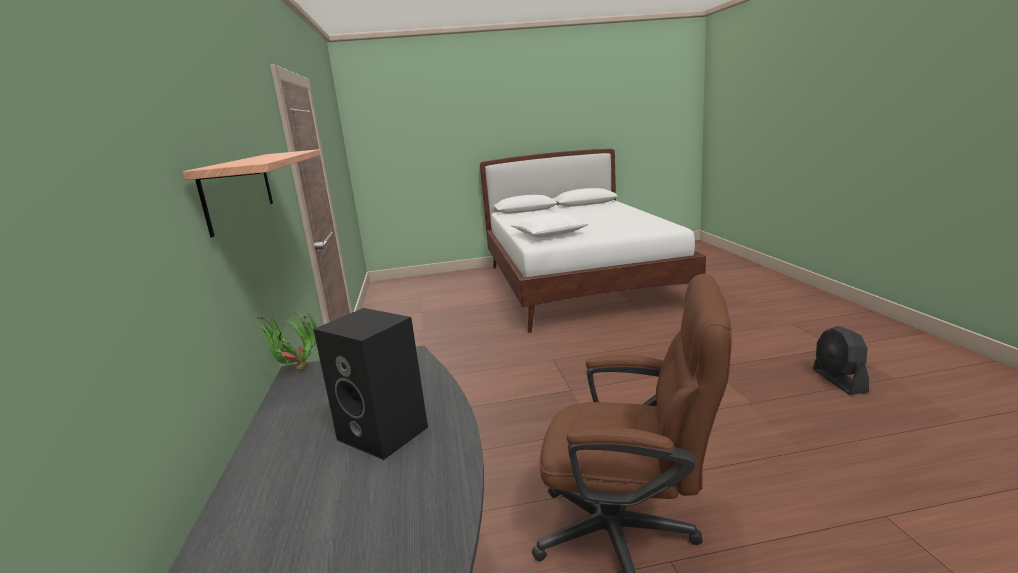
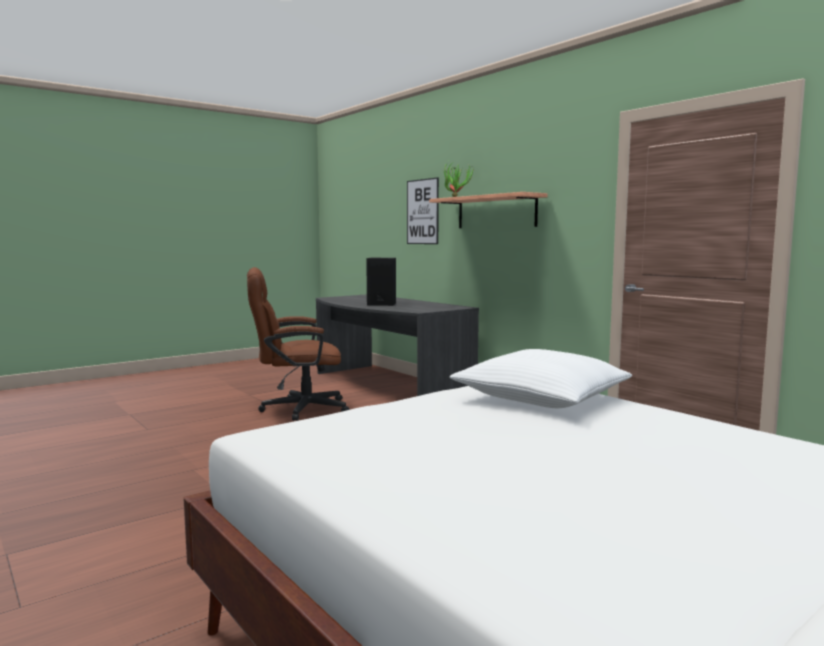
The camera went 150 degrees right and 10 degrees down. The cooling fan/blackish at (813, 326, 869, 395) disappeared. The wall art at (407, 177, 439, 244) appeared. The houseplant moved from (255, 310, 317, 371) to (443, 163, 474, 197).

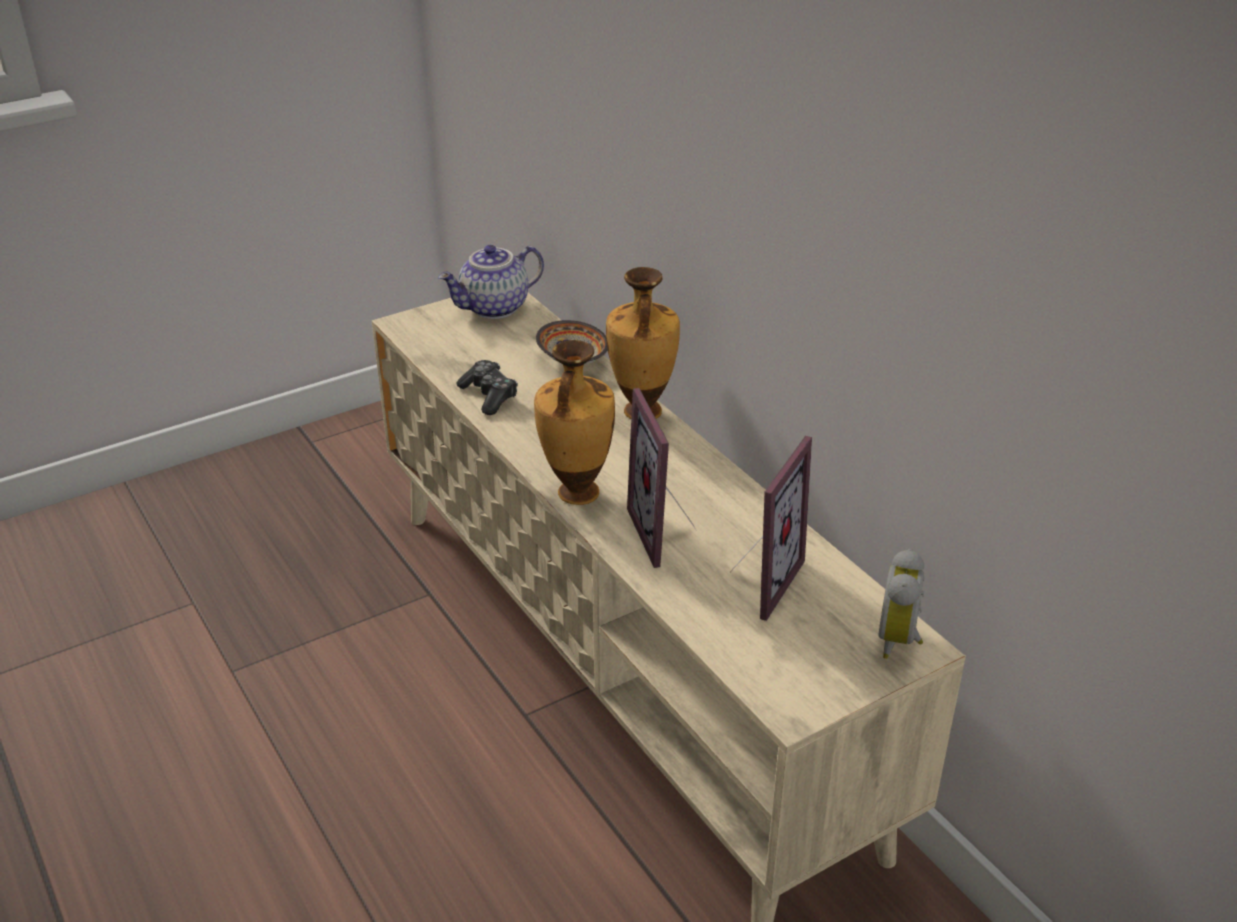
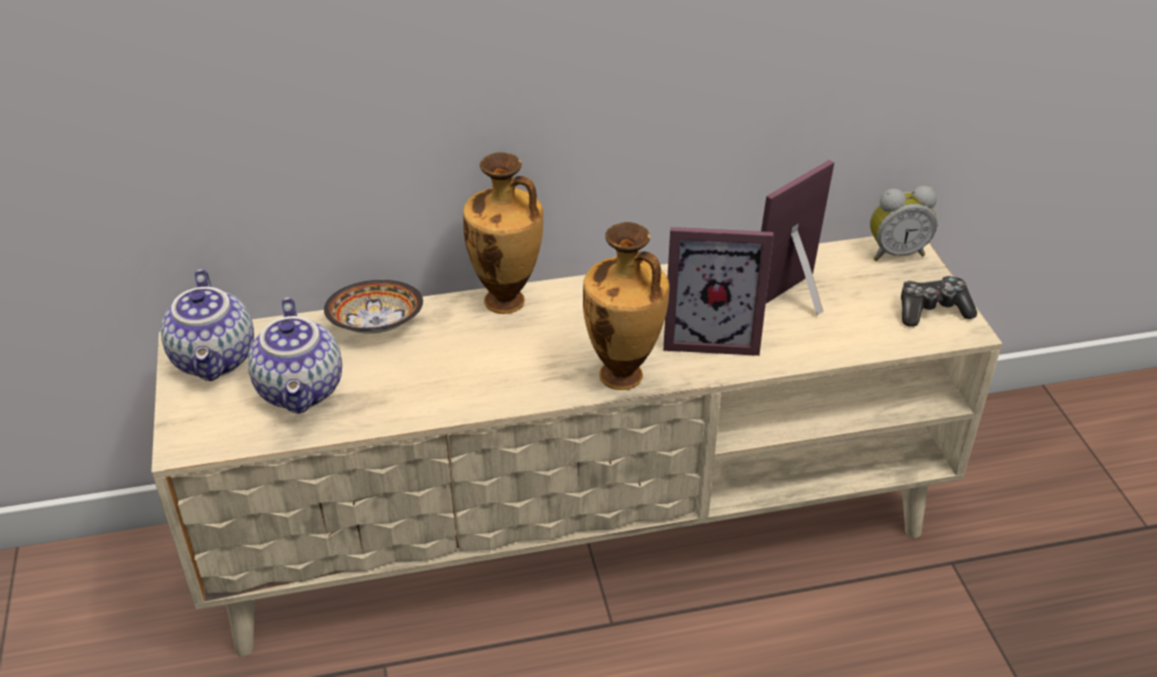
The camera went 70 degrees left and 5 degrees up. The pot for tea at (248, 297, 342, 414) appeared. The joypad moved from (456, 360, 518, 415) to (901, 276, 977, 327). The photo frame at (731, 436, 812, 621) turned 90 degrees counterclockwise. The alarm clock at (878, 549, 925, 659) turned 45 degrees counterclockwise.

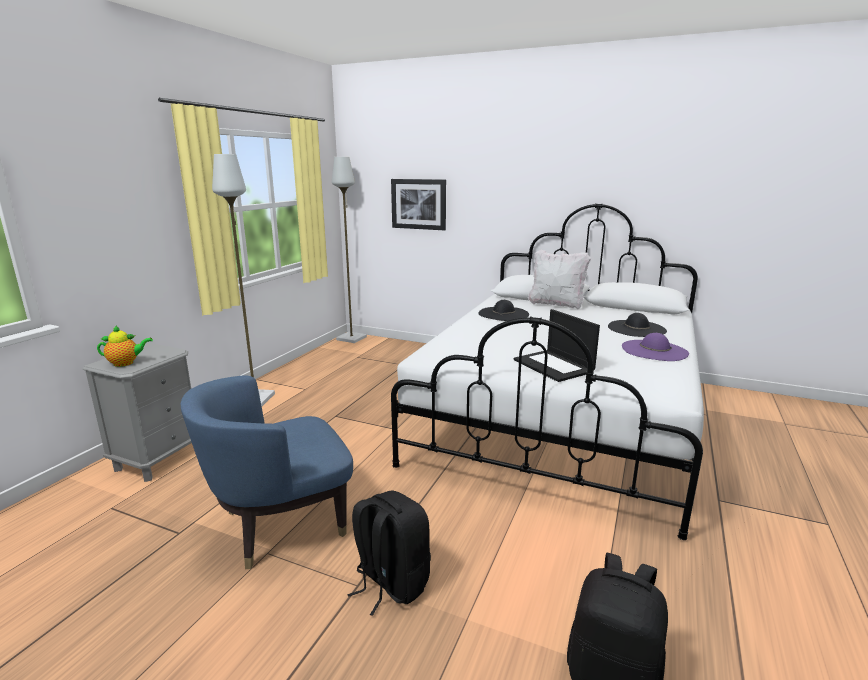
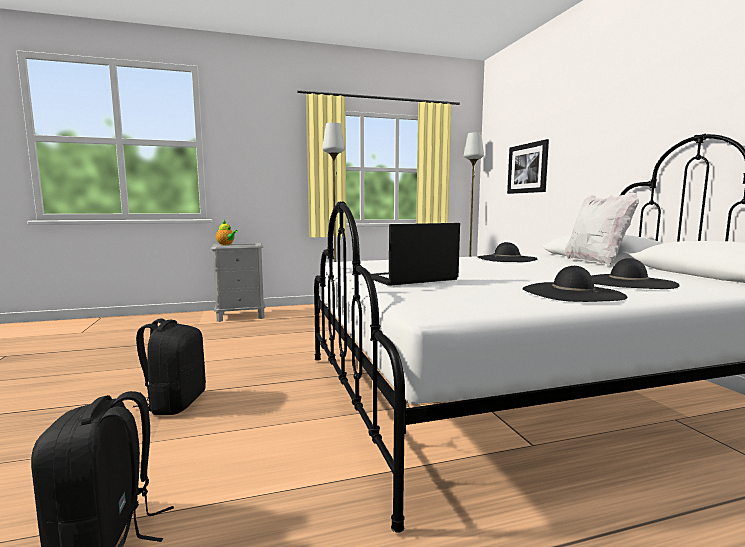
The camera went 50 degrees right and 10 degrees down. The armchair/blue at (180, 375, 353, 569) disappeared. The hat/purplish at (622, 333, 689, 361) became the hat/blackish at (522, 266, 627, 302). The notebook computer at (514, 309, 600, 382) turned 45 degrees clockwise.

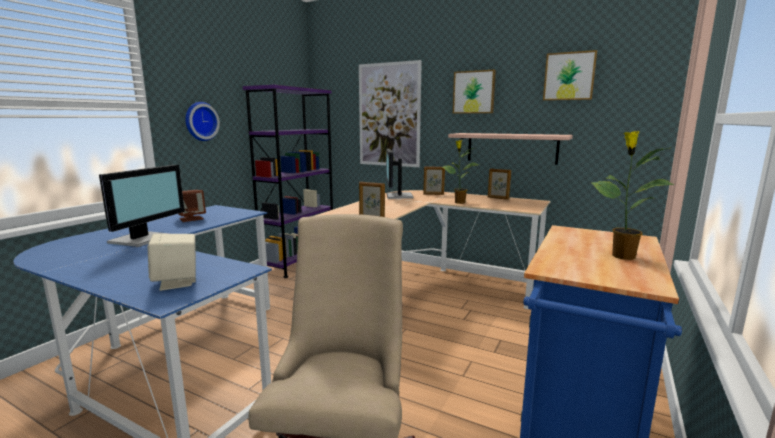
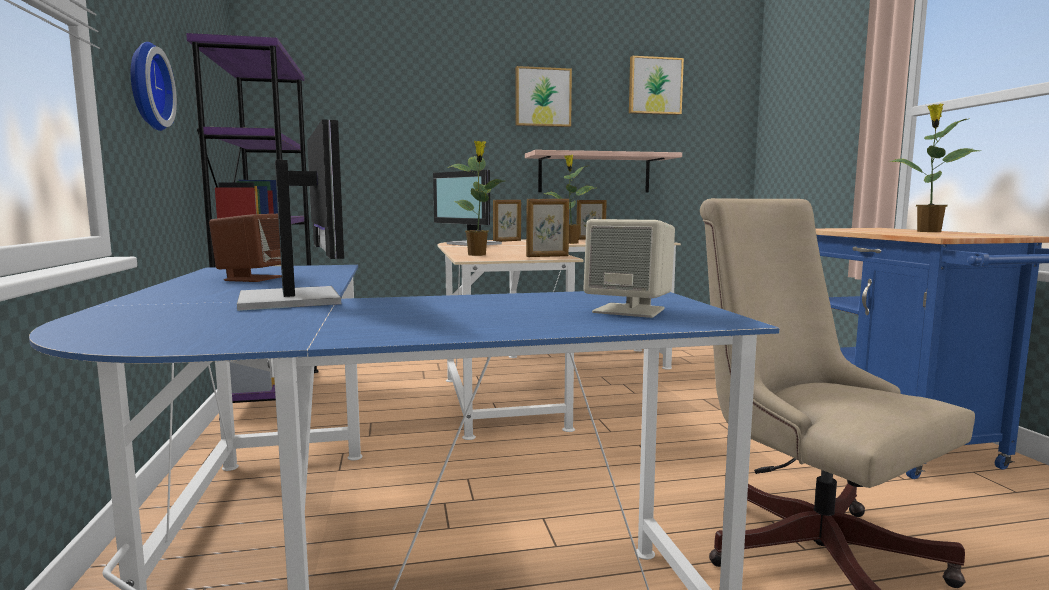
The camera went 40 degrees left and 5 degrees down. The wall art at (359, 60, 422, 167) disappeared. The houseplant at (447, 141, 505, 256) appeared.

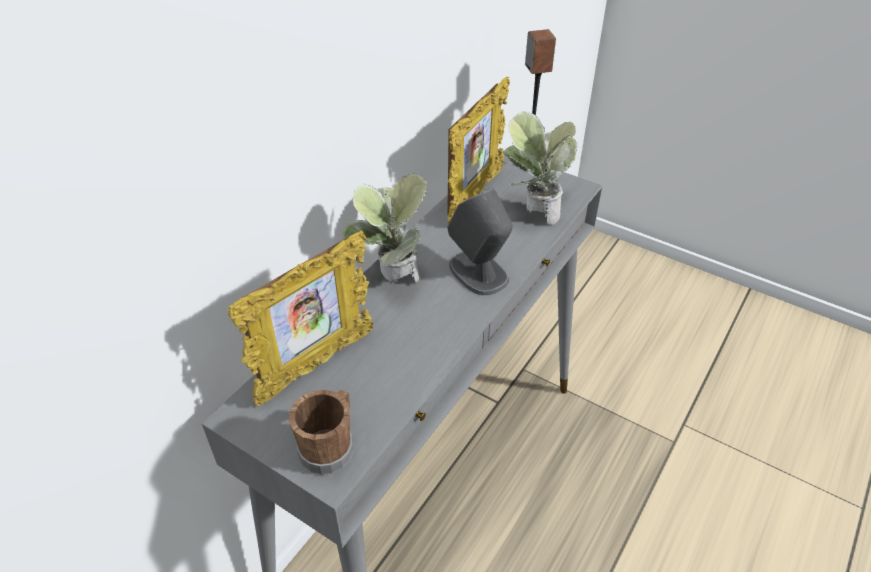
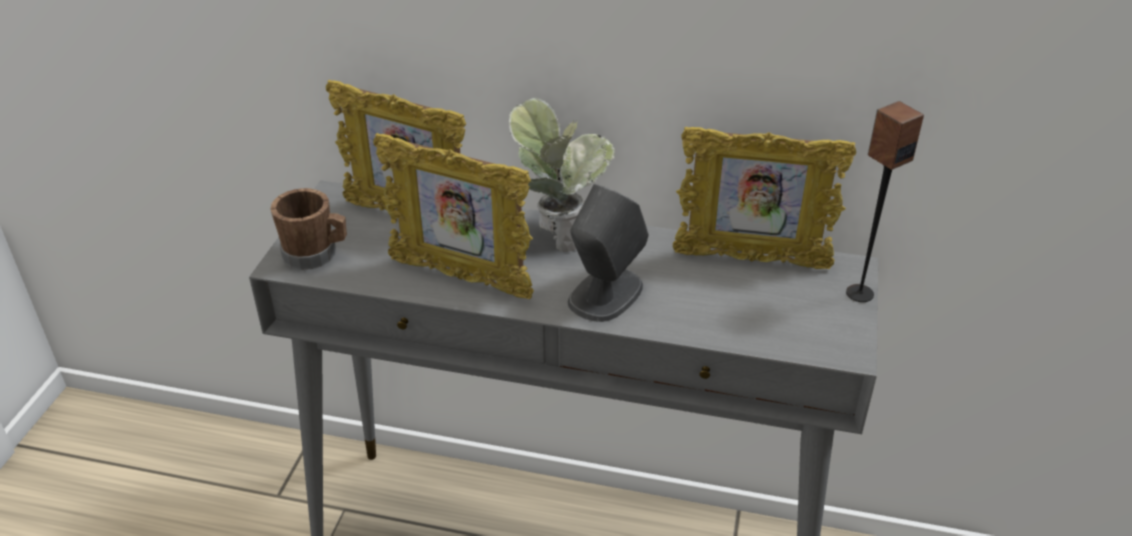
The camera went 70 degrees right and 5 degrees down. The houseplant at (503, 111, 578, 225) disappeared. The photo frame at (373, 133, 534, 299) appeared.

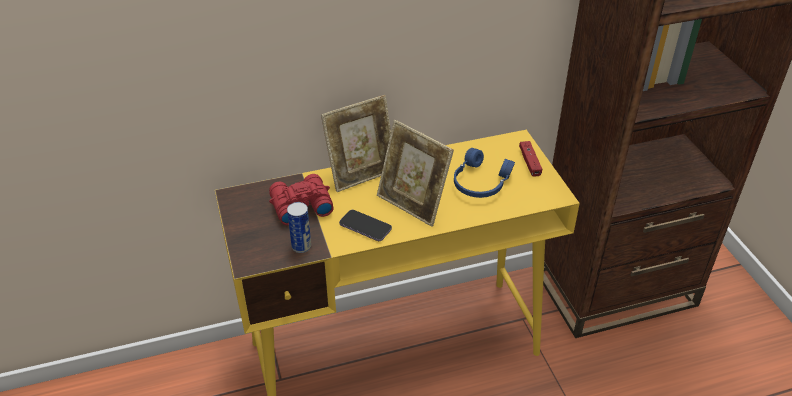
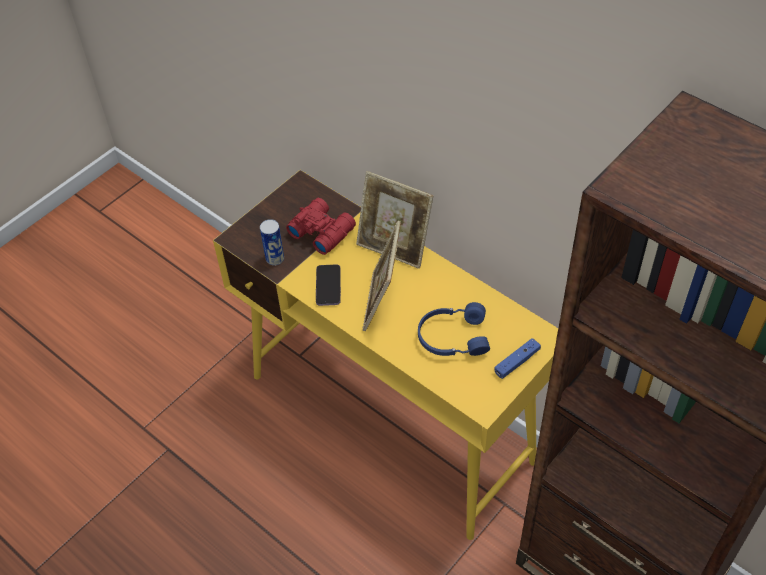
The camera went 60 degrees right and 10 degrees up. The joypad/red at (519, 141, 542, 177) became the joypad/blue at (494, 338, 541, 379).

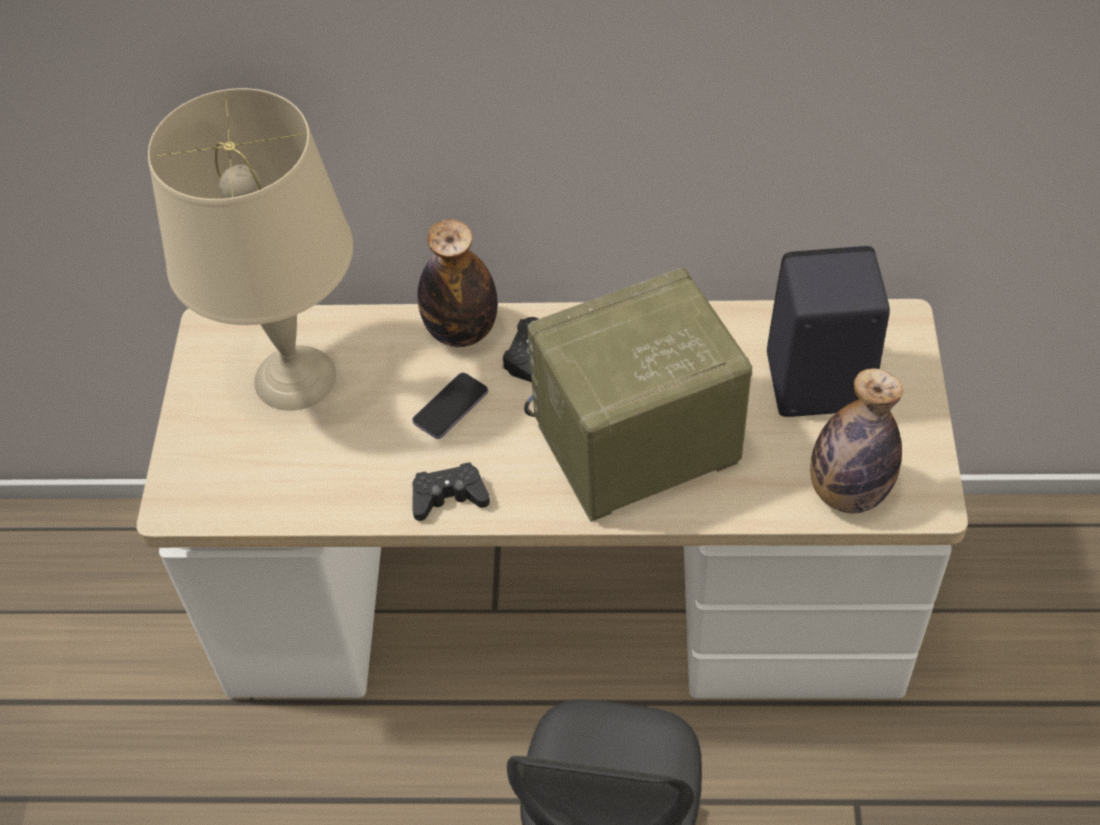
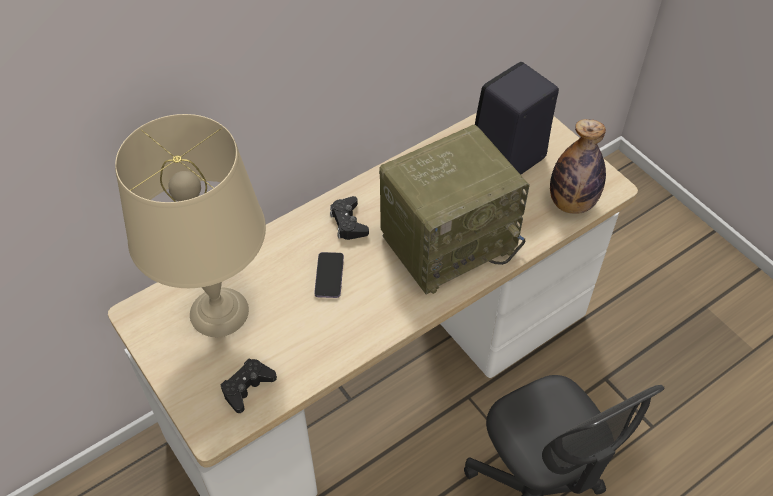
The camera went 40 degrees left and 0 degrees up. The drink bottle at (417, 219, 498, 347) disappeared. The joypad/blackish moved from (412, 462, 490, 521) to (221, 359, 277, 413). The radio set at (524, 268, 752, 522) turned 150 degrees counterclockwise.

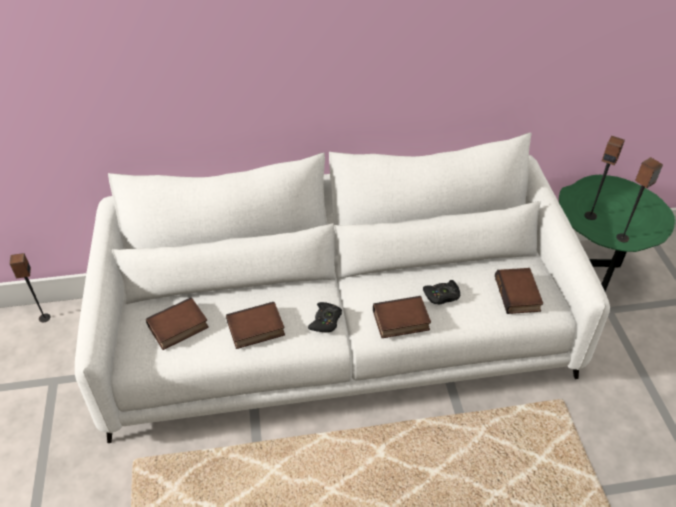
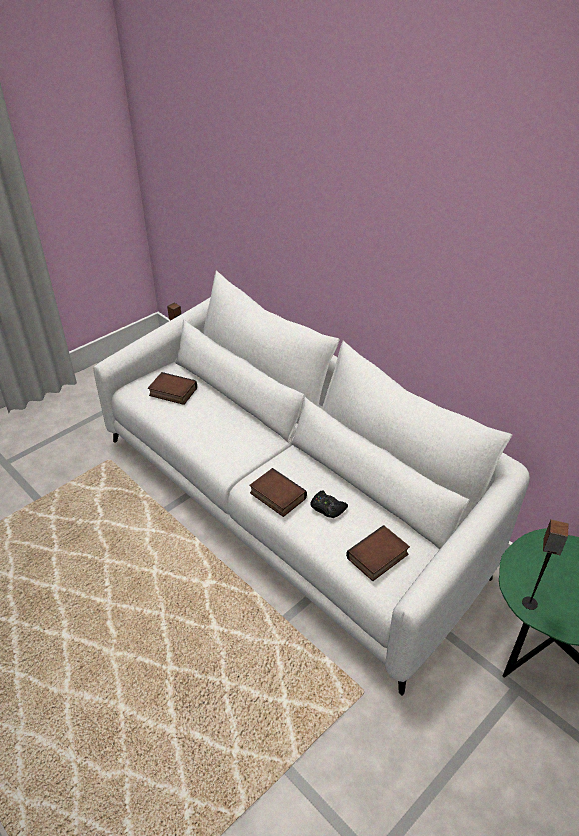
The camera went 55 degrees right and 5 degrees down. The book at (226, 302, 285, 349) disappeared. The joypad/blackish at (308, 302, 342, 332) disappeared. The loudspeaker at (585, 136, 625, 220) disappeared.

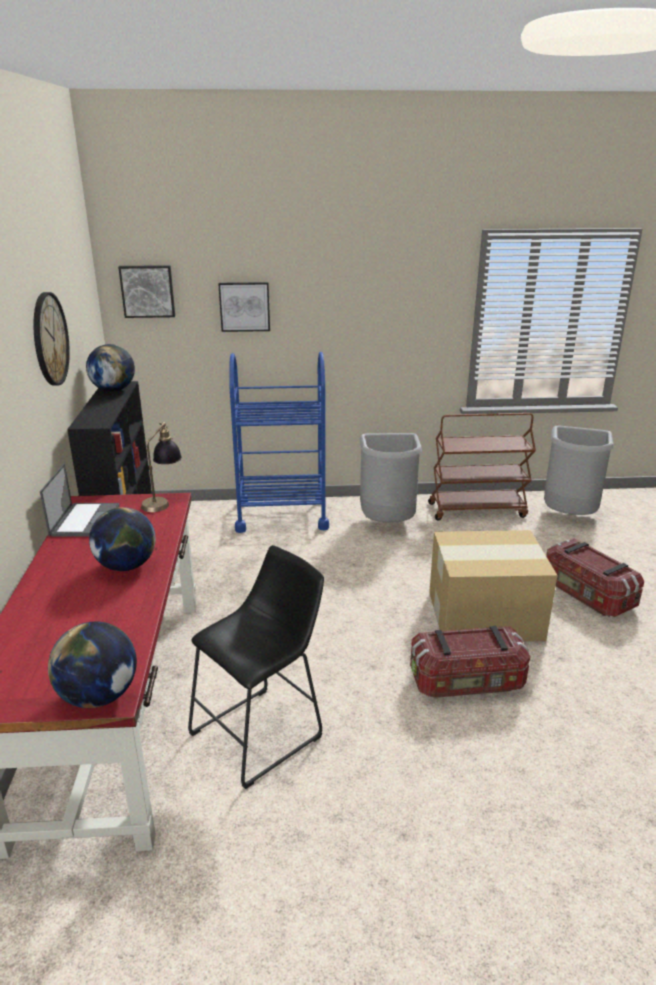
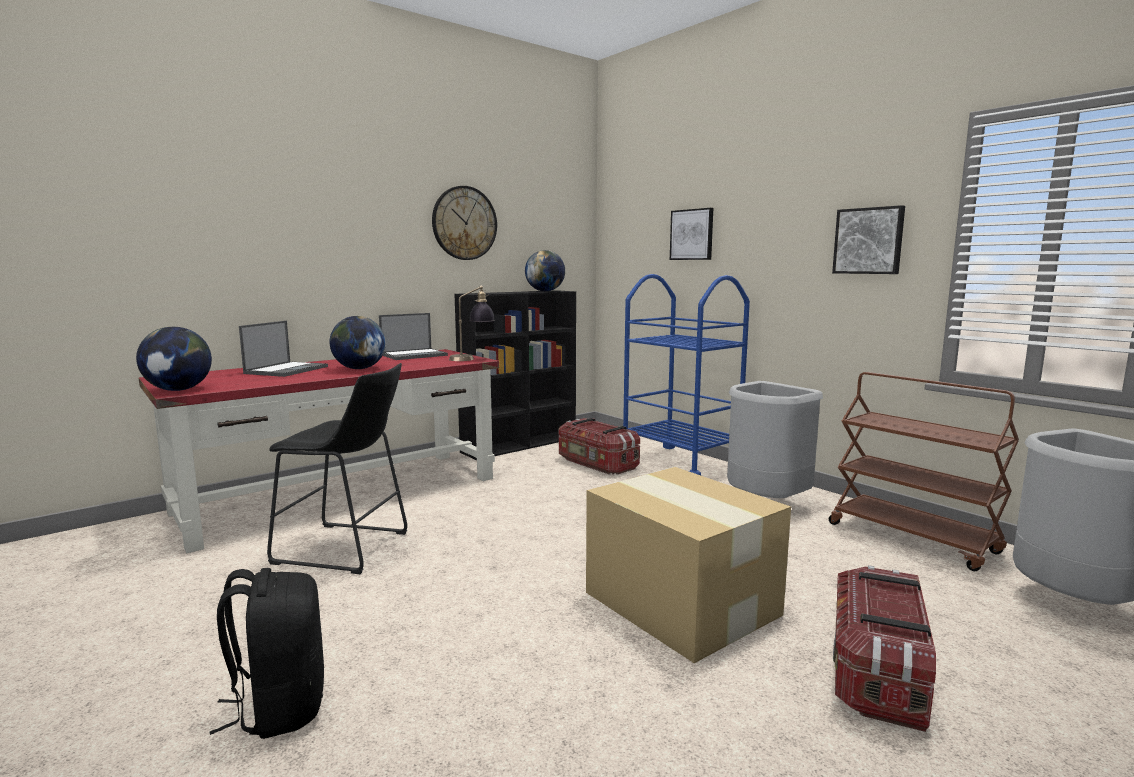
The camera went 55 degrees right and 15 degrees down. The rucksack/blackish at (209, 568, 324, 739) appeared. The notebook computer at (239, 321, 328, 377) appeared. The wall art moved from (118, 265, 175, 318) to (832, 205, 905, 274). The storage box moved from (410, 626, 530, 698) to (559, 418, 640, 475).

